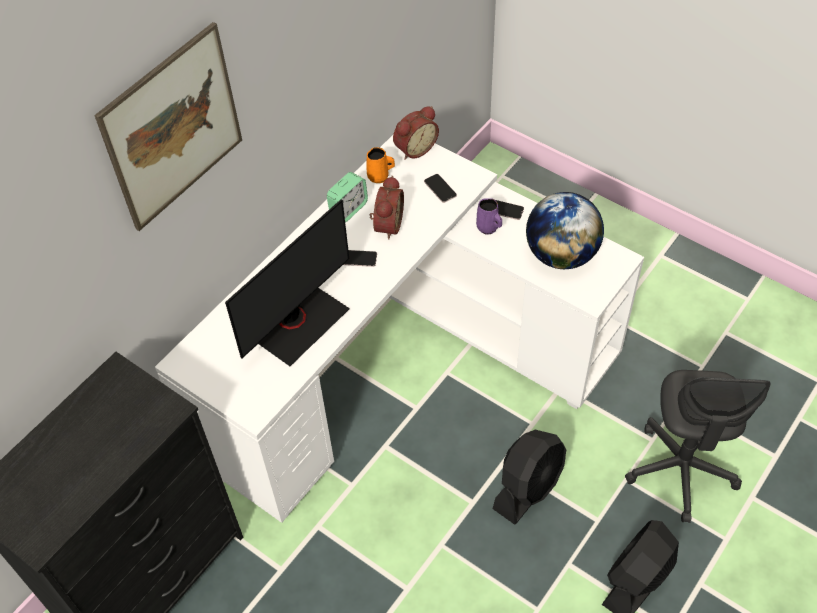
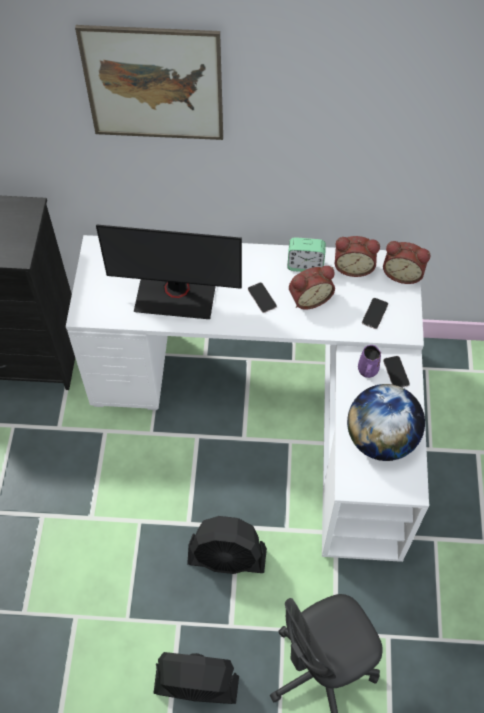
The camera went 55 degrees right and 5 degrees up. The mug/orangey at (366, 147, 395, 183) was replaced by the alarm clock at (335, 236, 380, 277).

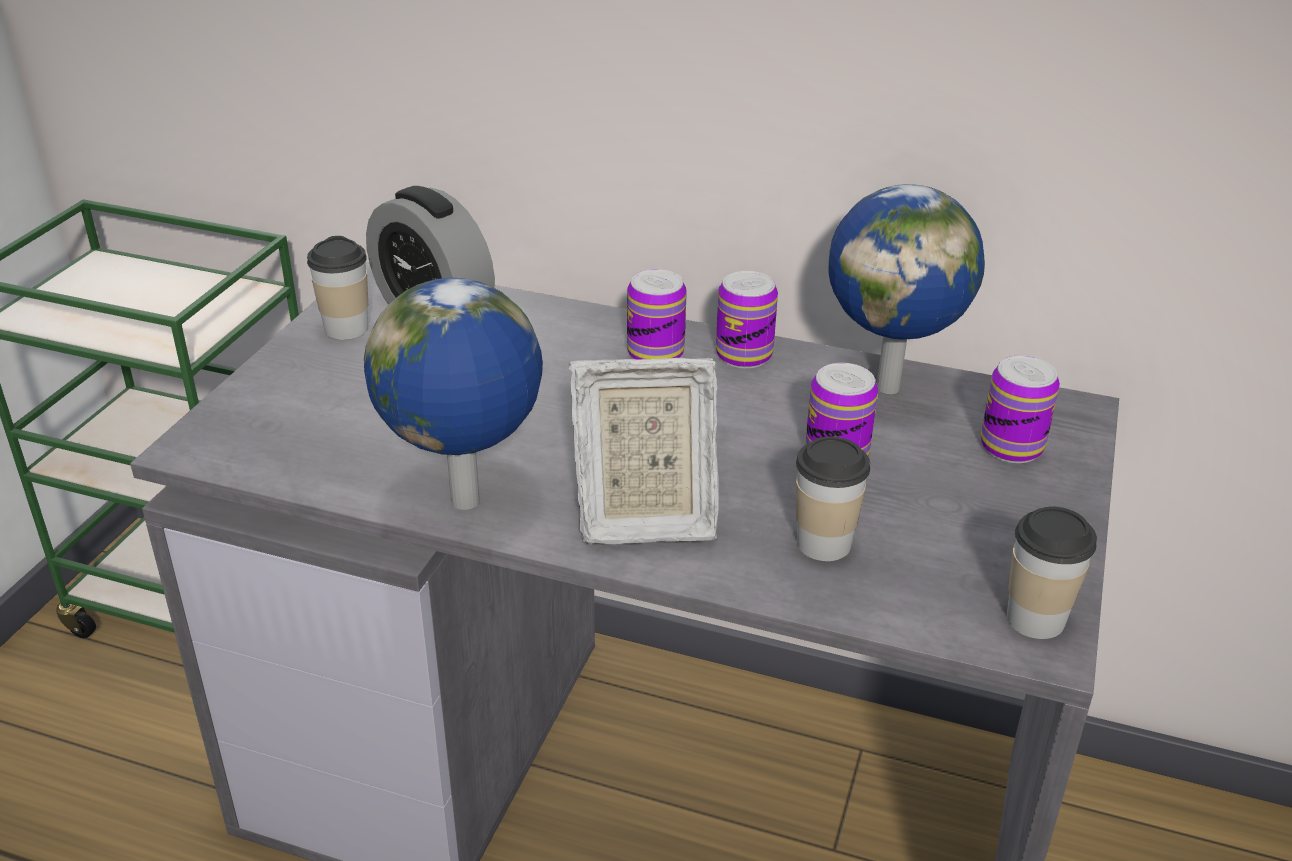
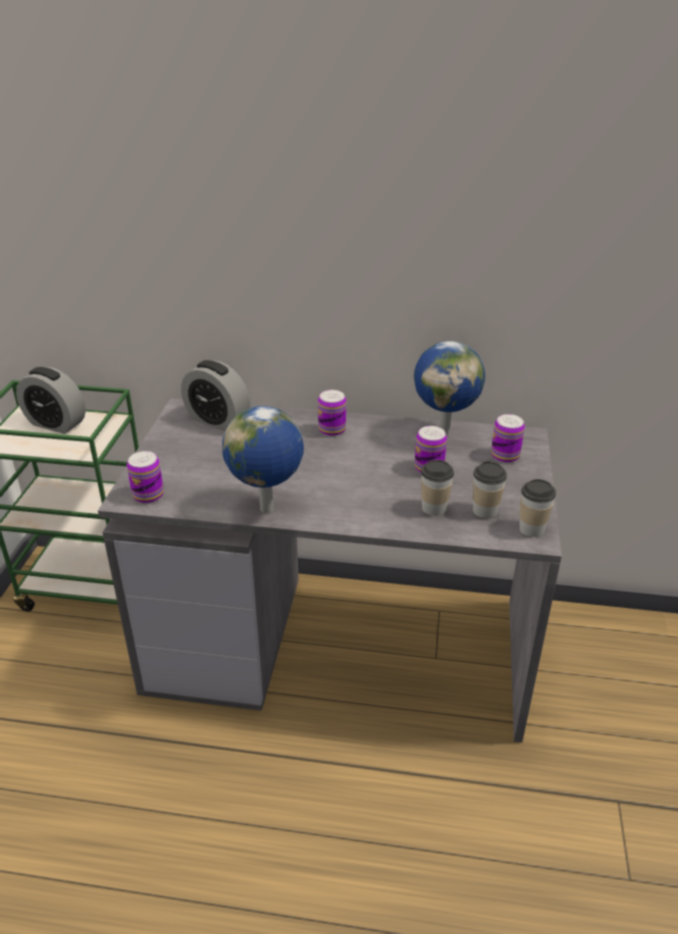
The camera went 10 degrees left and 0 degrees up. The photo frame at (568, 358, 719, 544) disappeared. The alarm clock at (16, 367, 86, 434) appeared. The cup moved from (307, 236, 368, 340) to (473, 461, 507, 518). The metal can moved from (716, 271, 778, 368) to (127, 451, 164, 504).

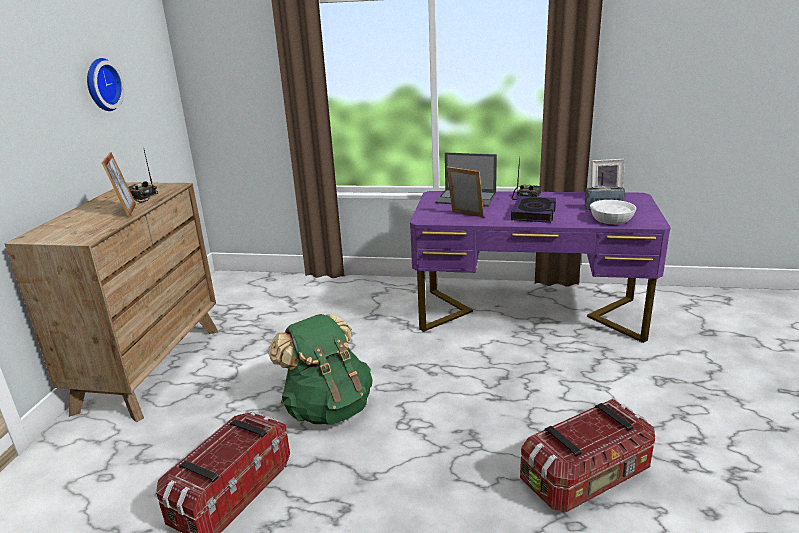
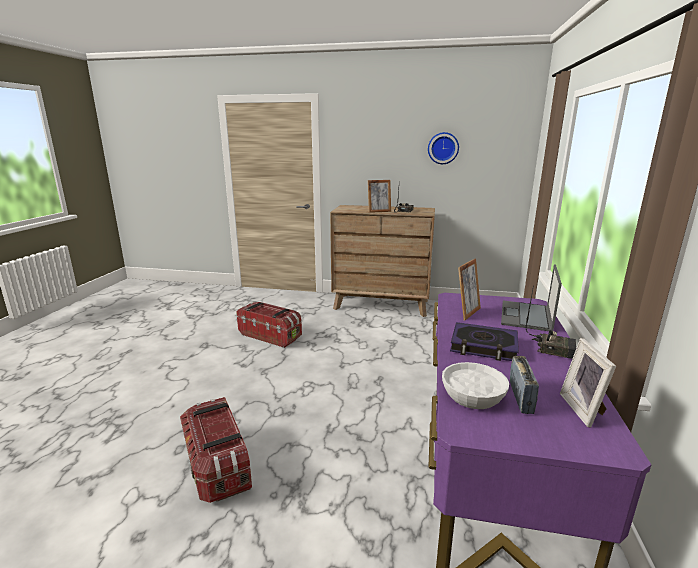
The camera went 90 degrees right and 5 degrees down. The rucksack/green at (269, 314, 373, 425) disappeared.

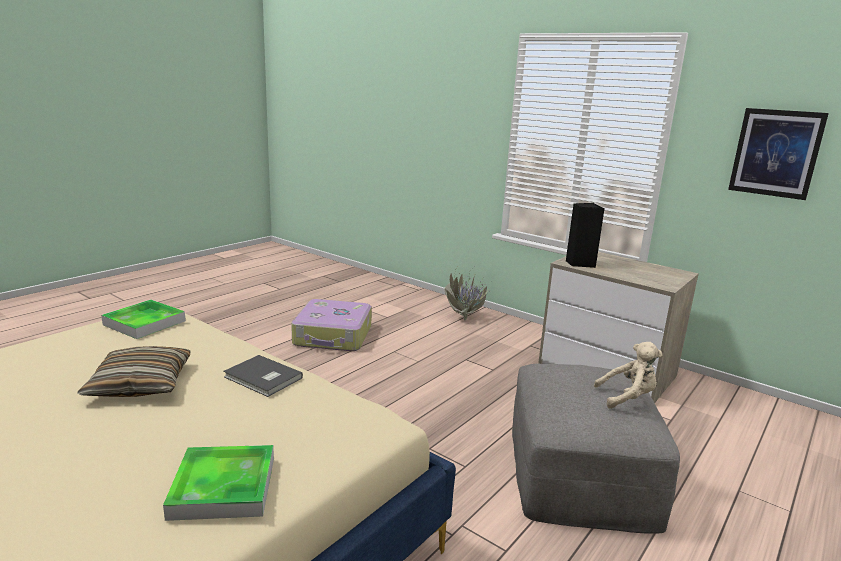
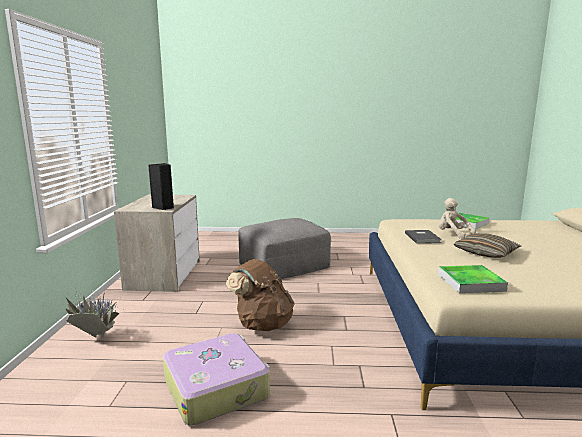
The camera went 125 degrees left and 5 degrees down. The wall art at (728, 108, 829, 200) disappeared. The rucksack/brown at (226, 259, 295, 331) appeared. The cuddly toy/beige moved from (594, 342, 663, 409) to (439, 198, 476, 239).

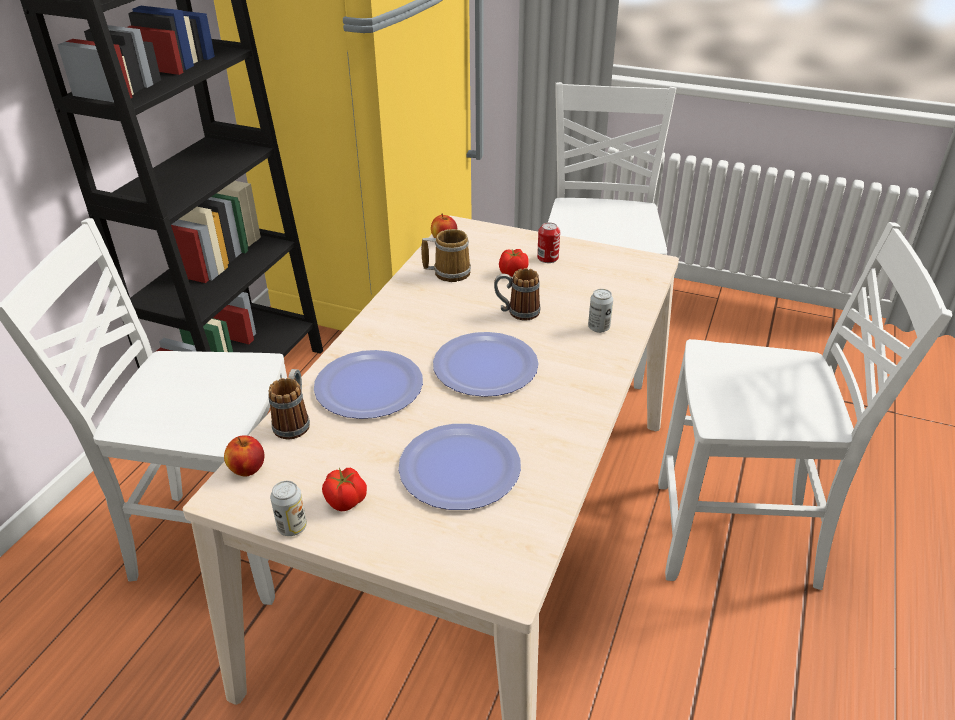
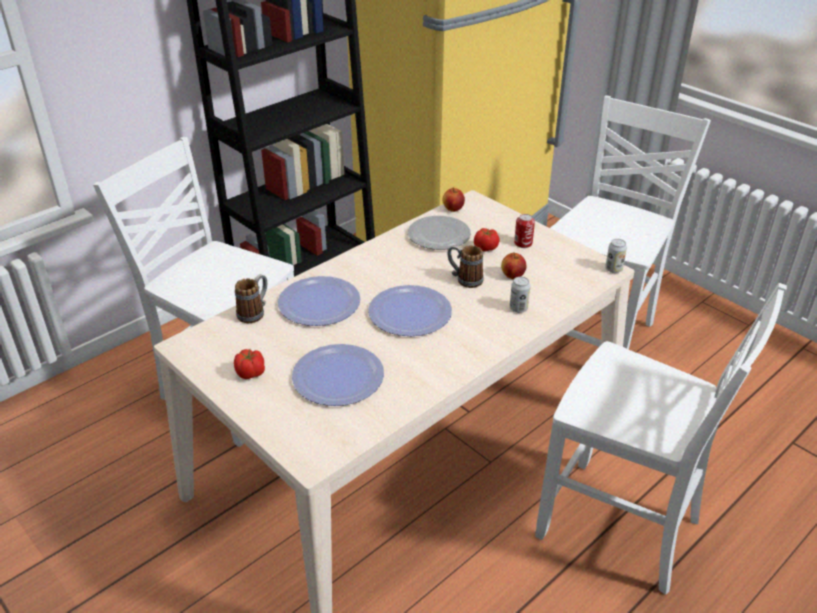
The camera went 25 degrees right and 0 degrees up. The apple moved from (224, 435, 264, 477) to (501, 252, 526, 279). The metal can moved from (270, 481, 307, 536) to (605, 239, 627, 273). The mug at (421, 229, 471, 282) was replaced by the plate at (408, 216, 471, 250).

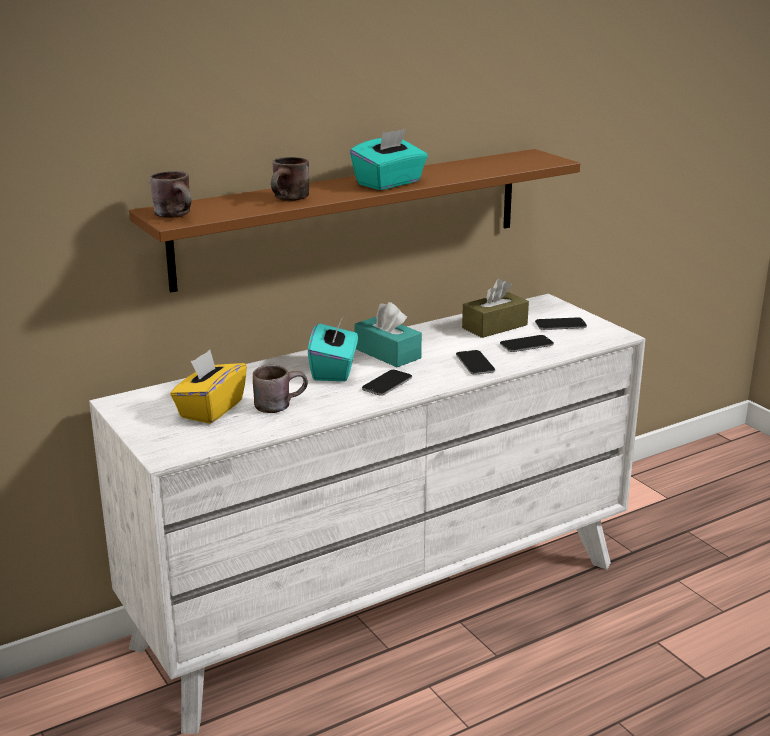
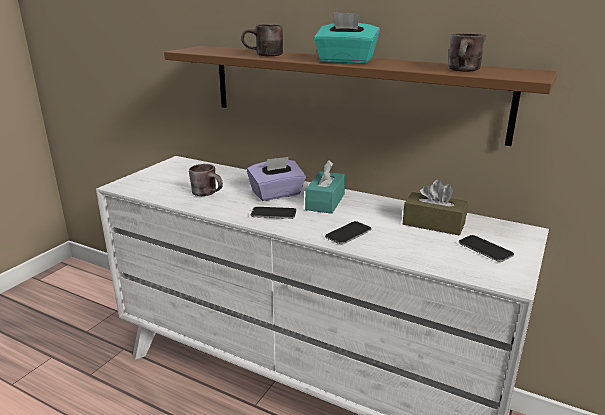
The camera went 60 degrees right and 0 degrees up. The box of tissues/yellowish at (170, 350, 247, 424) disappeared. The telephone at (500, 335, 554, 352) disappeared. The mug/brown moved from (149, 171, 191, 218) to (448, 33, 486, 72). The box of tissues/blue-green at (308, 317, 358, 381) became the box of tissues/purplish at (247, 157, 306, 201).

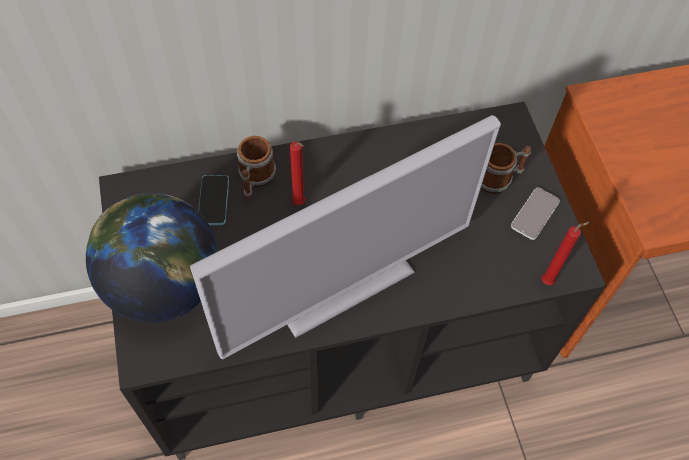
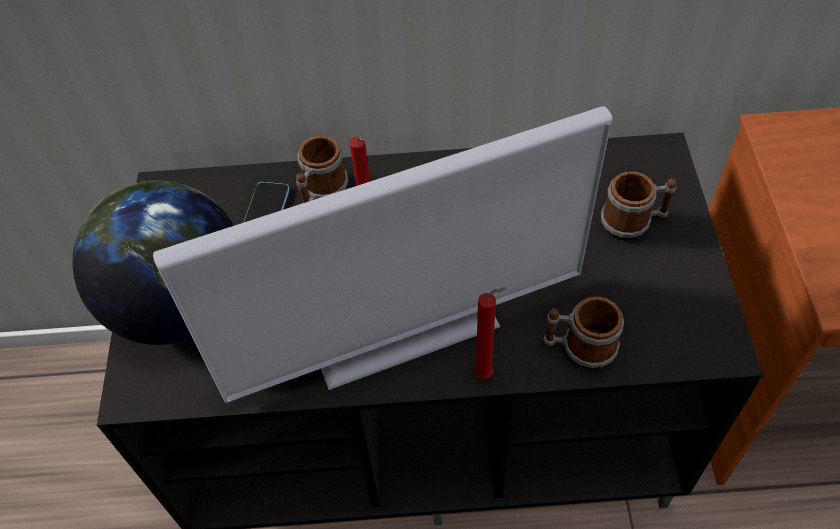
The camera went 15 degrees right and 5 degrees down. The telephone at (511, 188, 560, 240) disappeared. The mug at (541, 297, 624, 369) appeared. The wax light/red moved from (542, 221, 590, 285) to (474, 287, 506, 379).

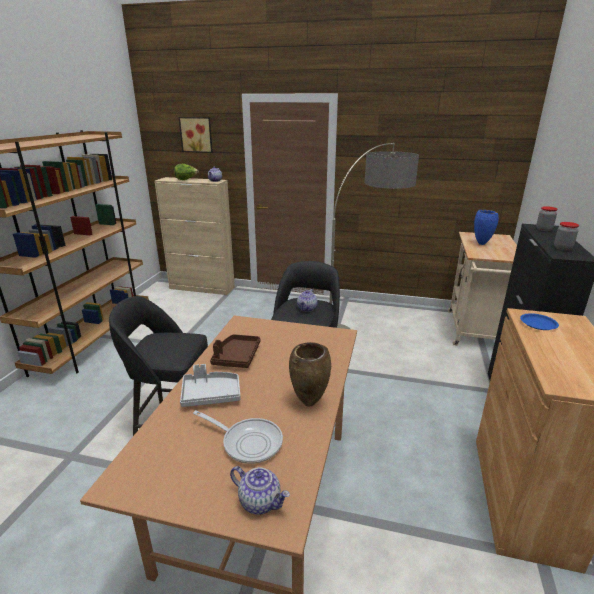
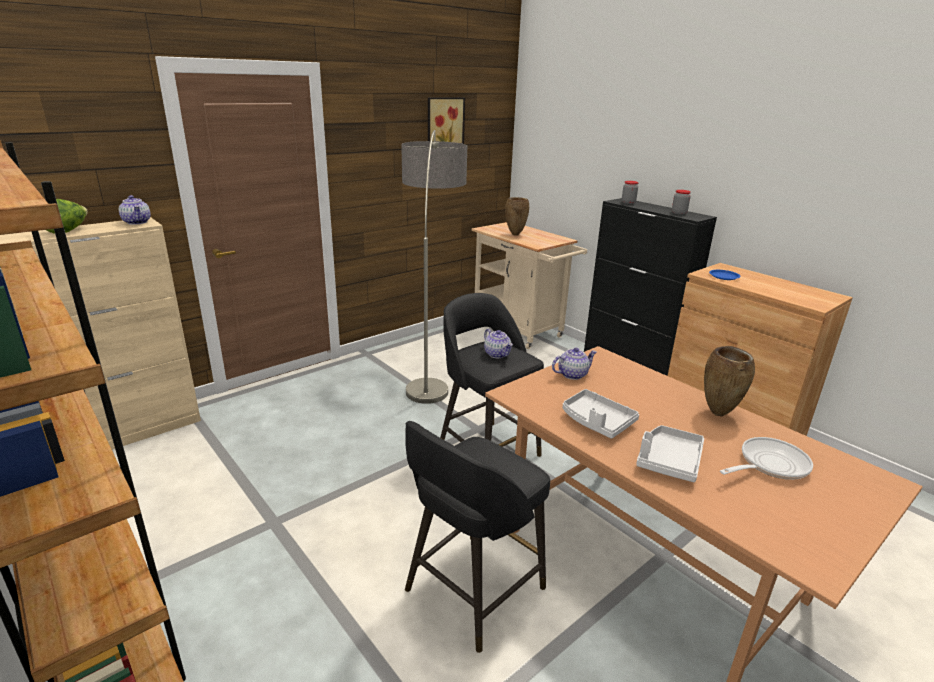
The camera went 55 degrees left and 0 degrees up. The wall art moved from (179, 117, 213, 153) to (428, 98, 465, 144). The pot for tea moved from (230, 466, 290, 515) to (552, 348, 597, 380). The carrying tray/brown at (210, 334, 260, 368) became the carrying tray/greyish at (563, 389, 639, 439). The vase/blue at (474, 210, 499, 245) became the vase/brown at (505, 197, 529, 236).

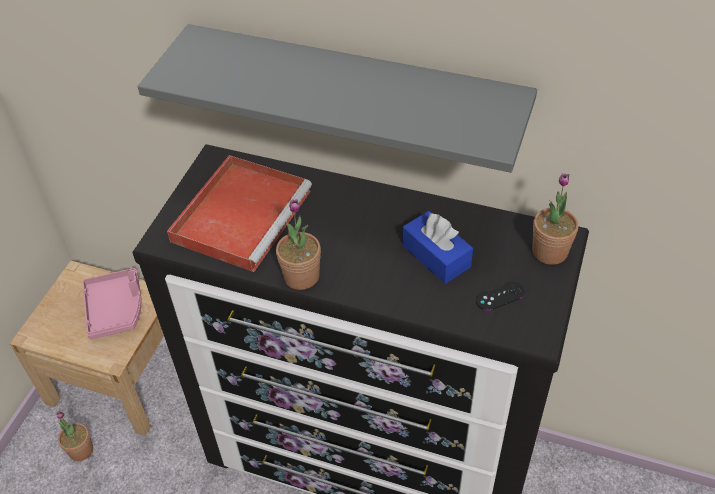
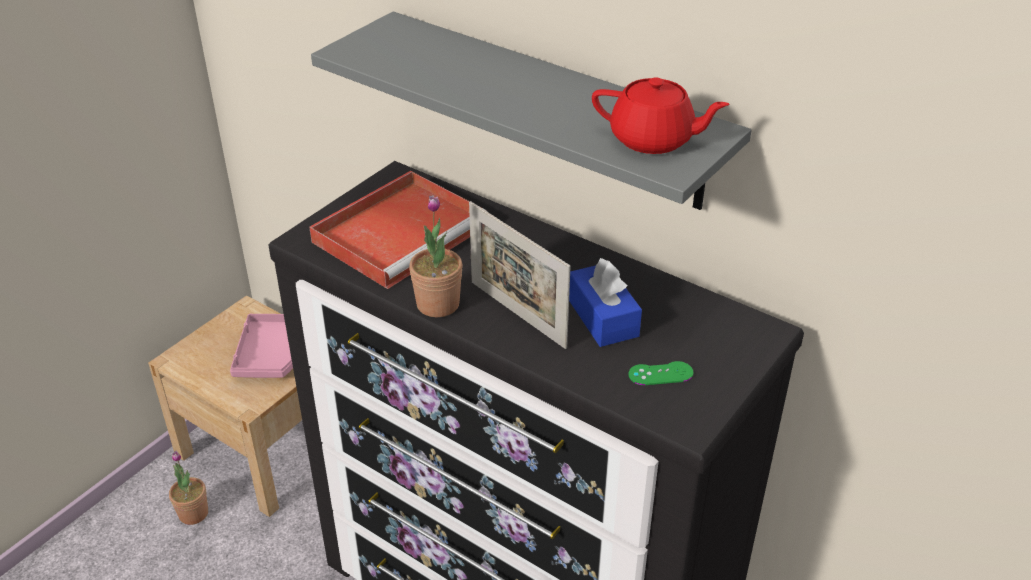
The camera went 15 degrees right and 10 degrees down. The houseplant at (532, 173, 578, 265) disappeared. The photo frame at (469, 201, 571, 349) appeared. The pot for tea/red at (592, 77, 729, 154) appeared. The joypad/blackish at (476, 282, 525, 311) became the joypad/green at (629, 361, 693, 385).

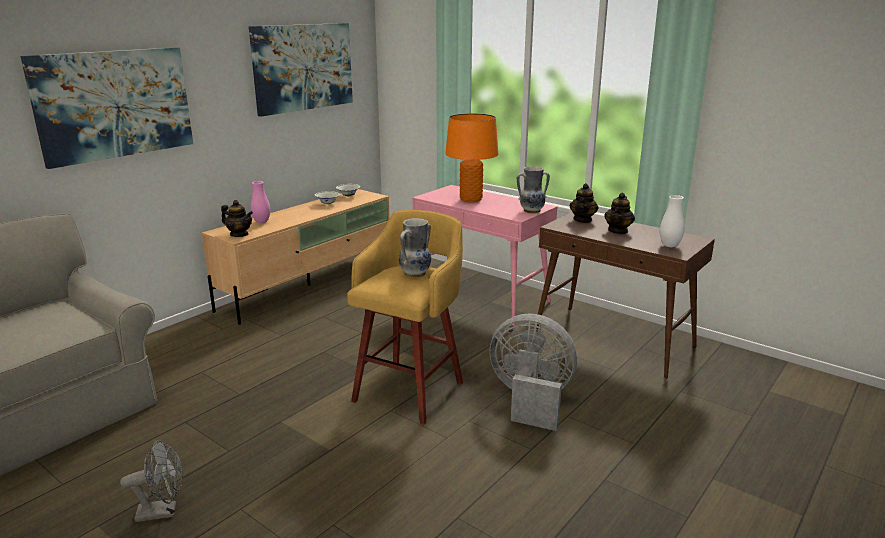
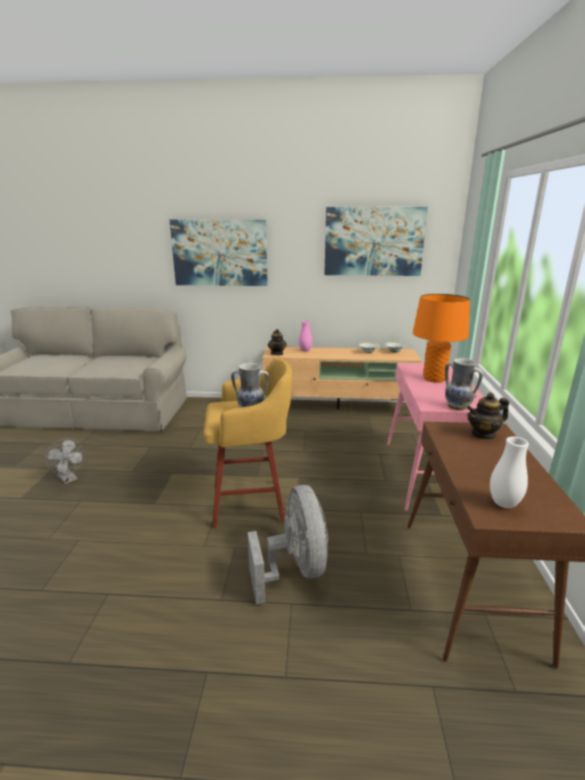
The camera went 55 degrees right and 0 degrees up. The pot for tea at (604, 193, 635, 234) disappeared.

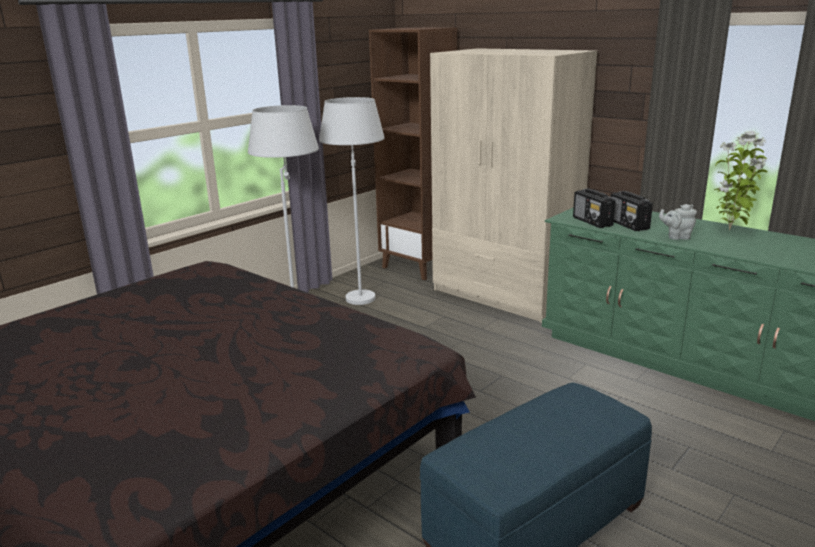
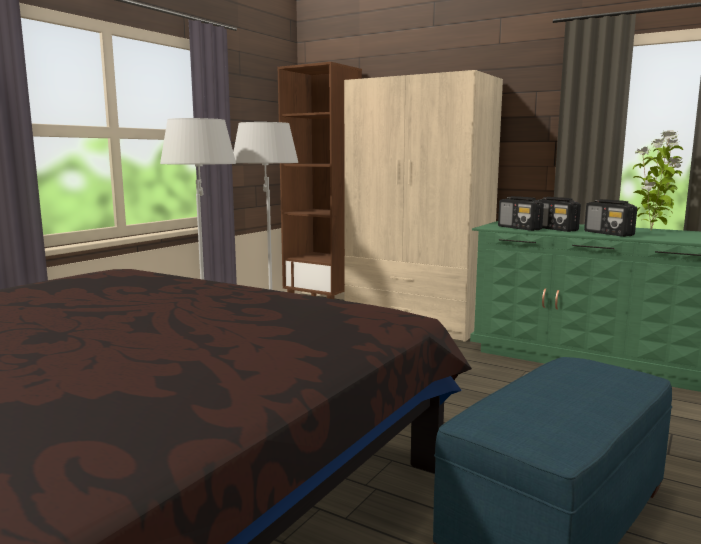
The camera went 10 degrees left and 10 degrees down. The pot for tea/greyish at (659, 204, 697, 240) was replaced by the radio set at (584, 199, 637, 237).

